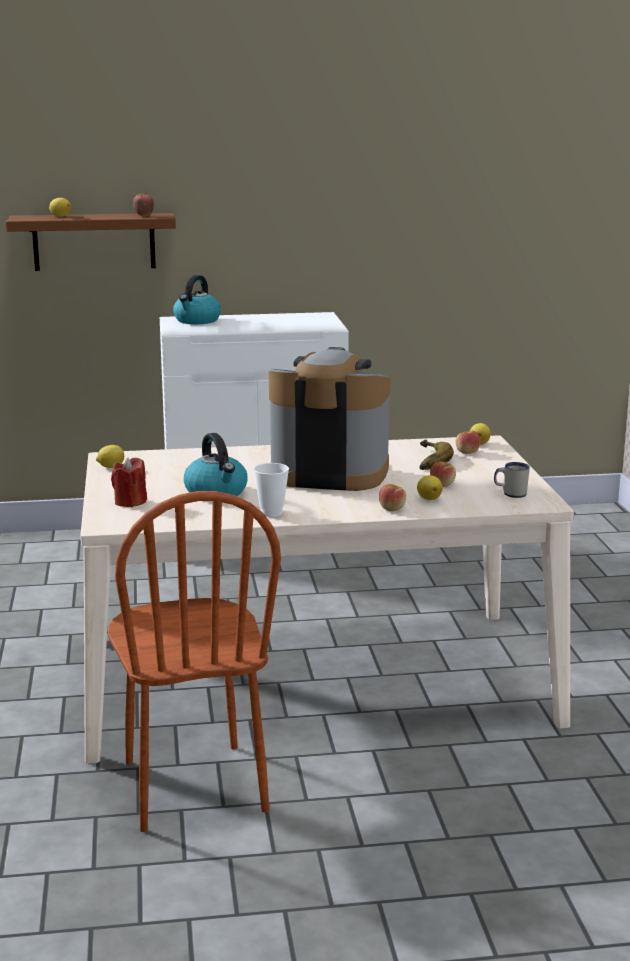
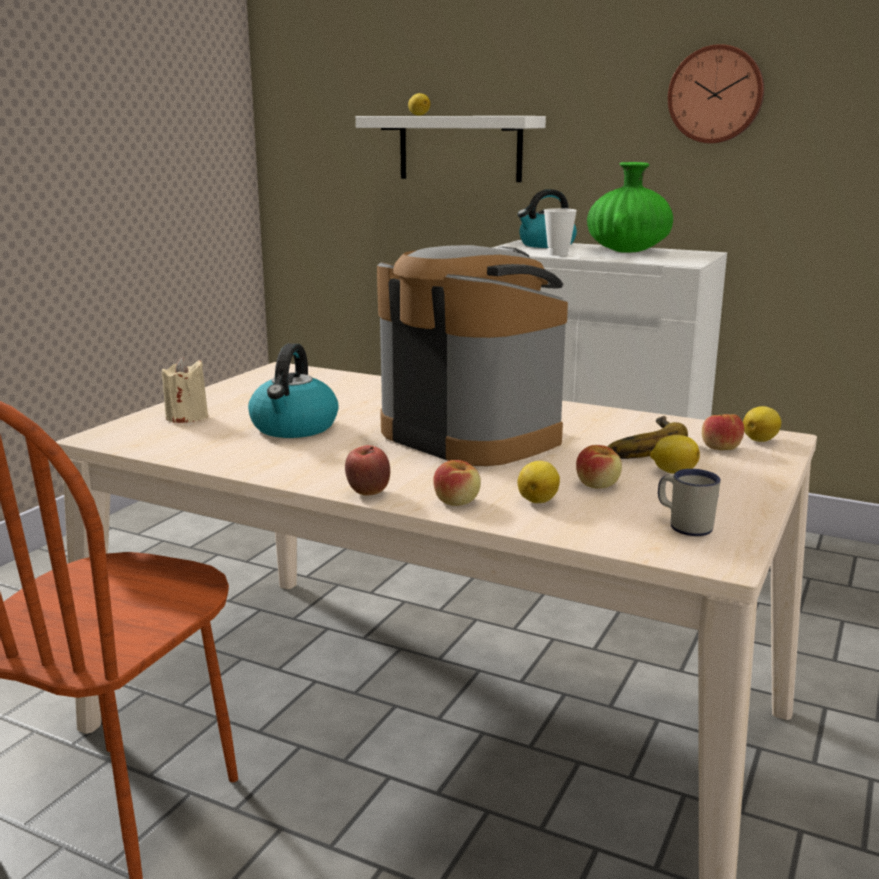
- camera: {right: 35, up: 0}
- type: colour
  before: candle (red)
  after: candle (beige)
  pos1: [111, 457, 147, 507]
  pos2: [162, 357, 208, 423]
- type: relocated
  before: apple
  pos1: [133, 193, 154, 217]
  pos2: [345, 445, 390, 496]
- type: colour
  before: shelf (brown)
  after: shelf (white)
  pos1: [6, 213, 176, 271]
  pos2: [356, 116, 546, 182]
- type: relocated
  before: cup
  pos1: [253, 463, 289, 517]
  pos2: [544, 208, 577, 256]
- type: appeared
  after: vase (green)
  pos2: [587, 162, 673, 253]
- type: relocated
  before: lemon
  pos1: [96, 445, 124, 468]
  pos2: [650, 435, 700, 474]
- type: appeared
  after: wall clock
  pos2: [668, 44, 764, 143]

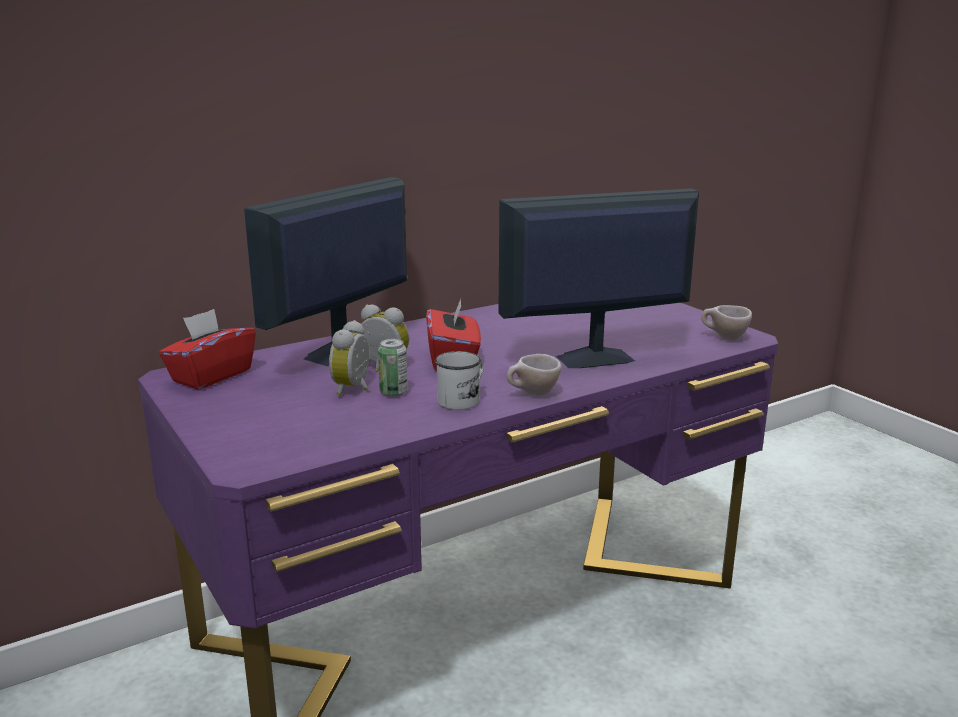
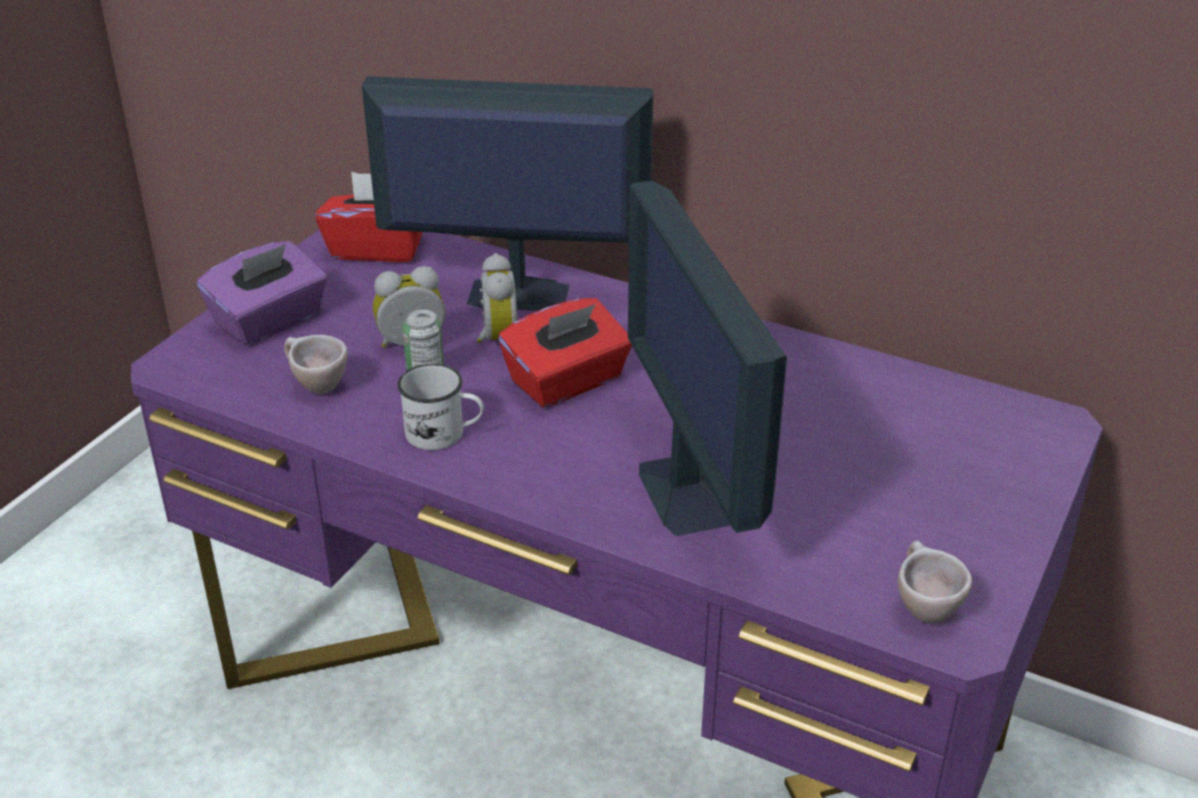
- camera: {right: 60, up: 15}
- type: appeared
  after: tissue box (purple)
  pos2: [197, 241, 327, 346]
- type: relocated
  before: cup (beige)
  pos1: [506, 354, 561, 396]
  pos2: [284, 335, 348, 394]
- type: spun
  before: monitor
  pos1: [498, 189, 699, 368]
  pos2: [628, 180, 787, 536]
  turn: -150

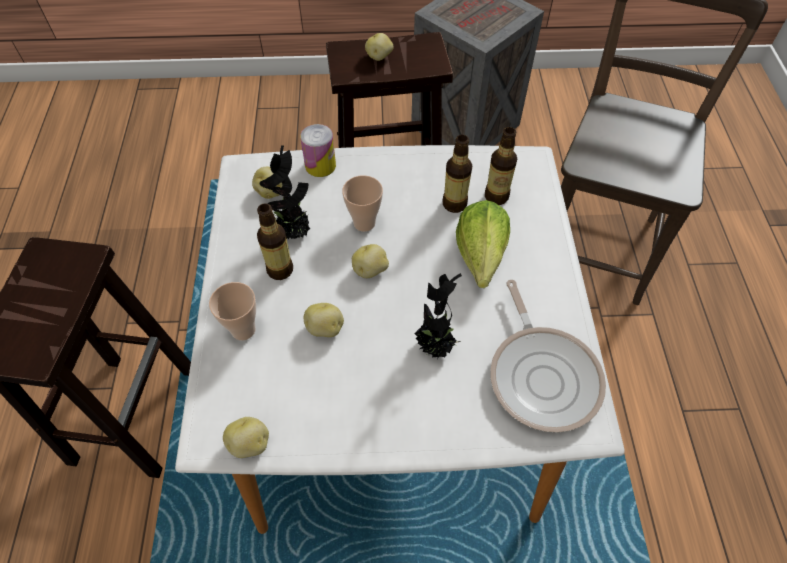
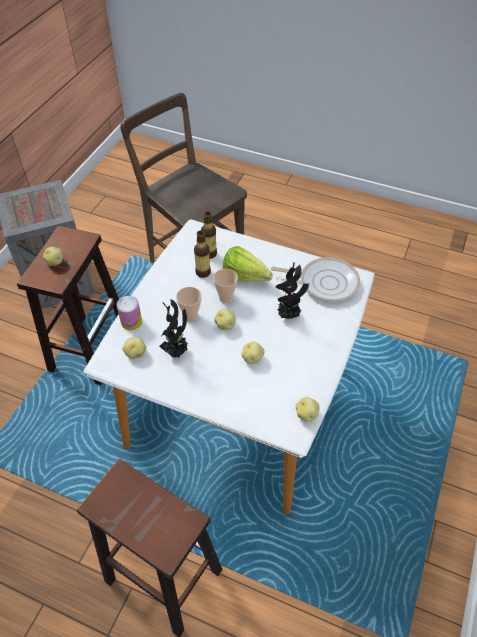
- camera: {right: -65, up: -5}
- type: relocated
  before: cup
  pos1: [209, 282, 256, 340]
  pos2: [213, 269, 238, 303]
- type: missing
  before: bottle
  pos1: [257, 203, 293, 280]

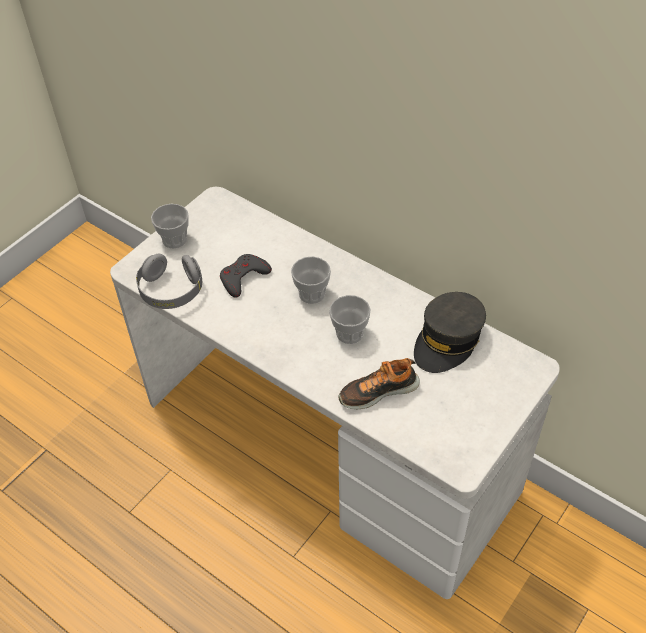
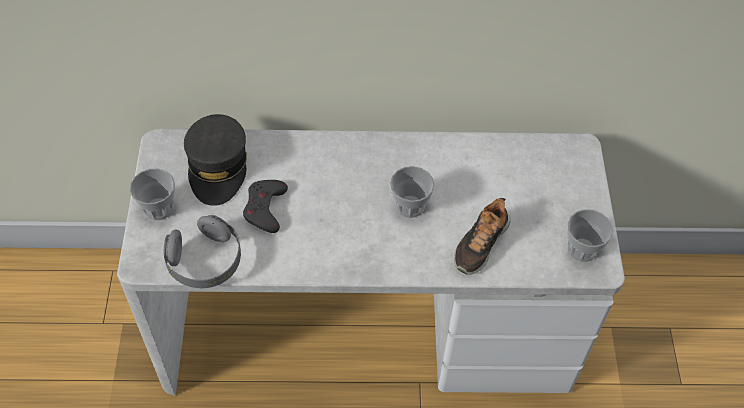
- camera: {right: -40, up: 5}
- type: relocated
  before: cap (grey)
  pos1: [414, 292, 486, 373]
  pos2: [184, 114, 247, 206]
- type: relocated
  before: cup
  pos1: [291, 256, 331, 304]
  pos2: [567, 209, 613, 262]

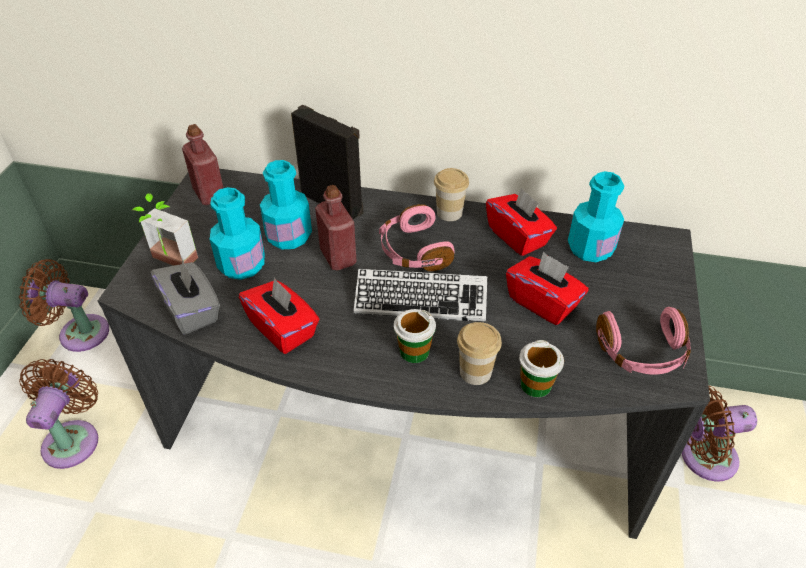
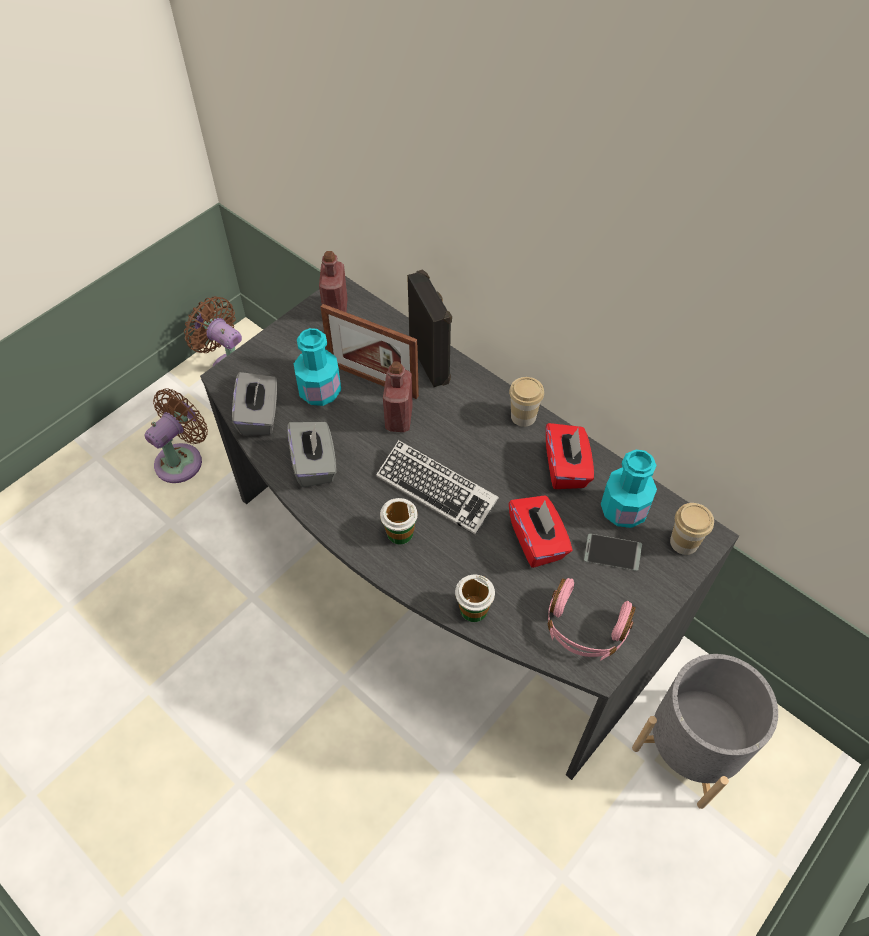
- camera: {right: 30, up: 10}
- type: colour
  before: tissue box (red)
  after: tissue box (grey)
  pos1: [239, 277, 320, 354]
  pos2: [287, 422, 336, 487]
- type: exchanged
  before: bottle (turquoise)
  after: picture frame
  pos1: [260, 160, 312, 249]
  pos2: [321, 304, 419, 399]
- type: appeared
  after: phone
  pos2: [584, 534, 642, 571]
- type: exchanged
  before: fan (brown)
  after: planter (grey)
  pos1: [682, 386, 757, 481]
  pos2: [632, 654, 778, 809]
- type: relocated
  before: cup
  pos1: [457, 322, 502, 385]
  pos2: [670, 503, 714, 555]
- type: missing
  before: potted plant
  pos1: [132, 193, 198, 266]
- type: missing
  before: headphones (pink)
  pos1: [379, 204, 455, 271]

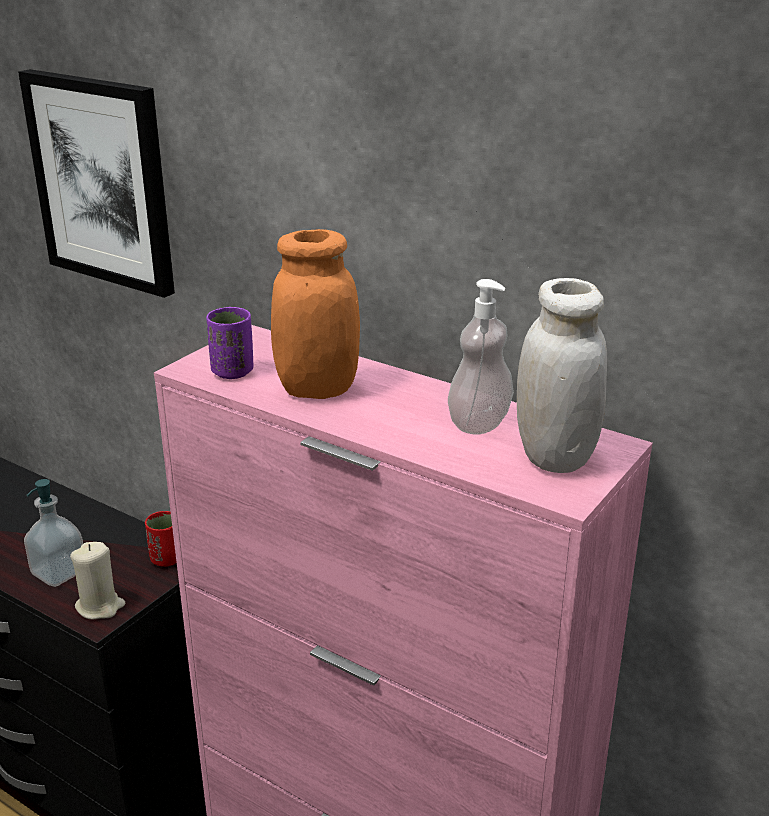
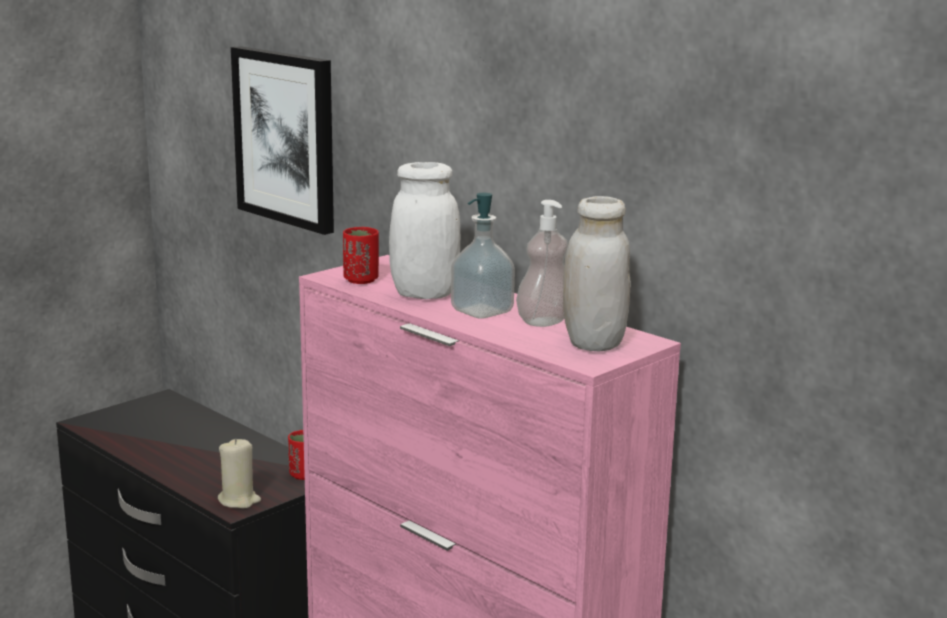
- camera: {right: 10, up: -10}
- type: colour
  before: cup (purple)
  after: cup (red)
  pos1: [206, 307, 253, 379]
  pos2: [343, 227, 379, 284]
- type: colour
  before: jar (orange)
  after: jar (white)
  pos1: [271, 229, 360, 399]
  pos2: [389, 162, 460, 299]
- type: relocated
  before: soap dispenser
  pos1: [24, 479, 83, 587]
  pos2: [451, 193, 515, 319]

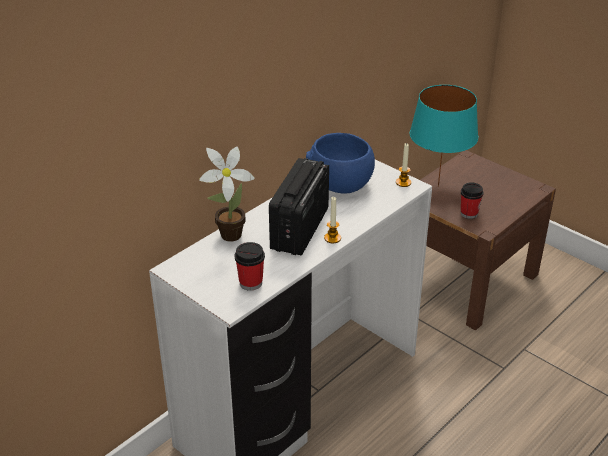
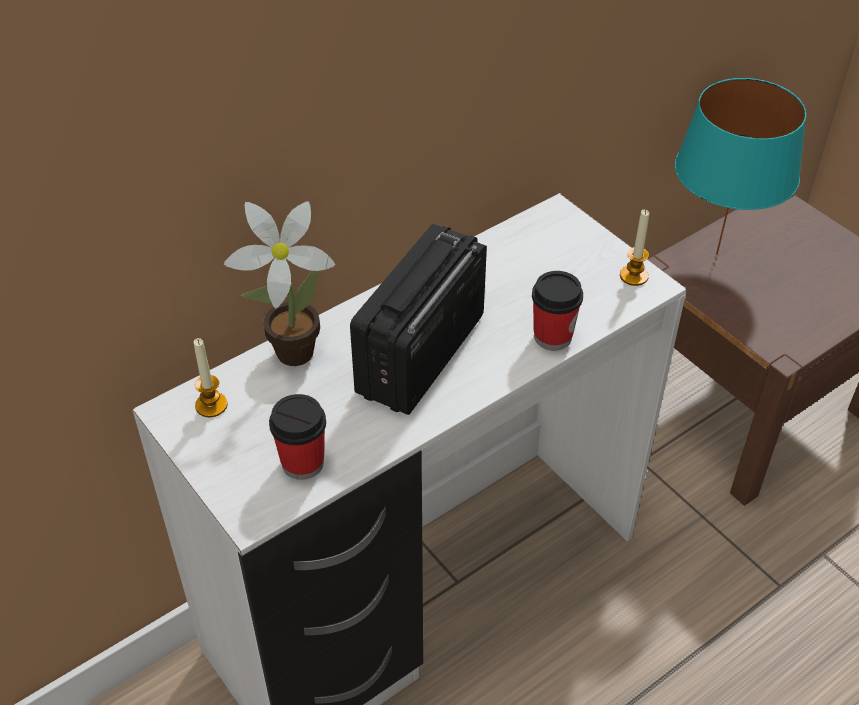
- camera: {right: 10, up: 10}
- type: relocated
  before: candle
  pos1: [324, 197, 341, 243]
  pos2: [194, 338, 227, 417]
- type: relocated
  before: cup
  pos1: [461, 182, 484, 219]
  pos2: [532, 271, 583, 351]
- type: missing
  before: bowl (blue)
  pos1: [306, 133, 375, 194]

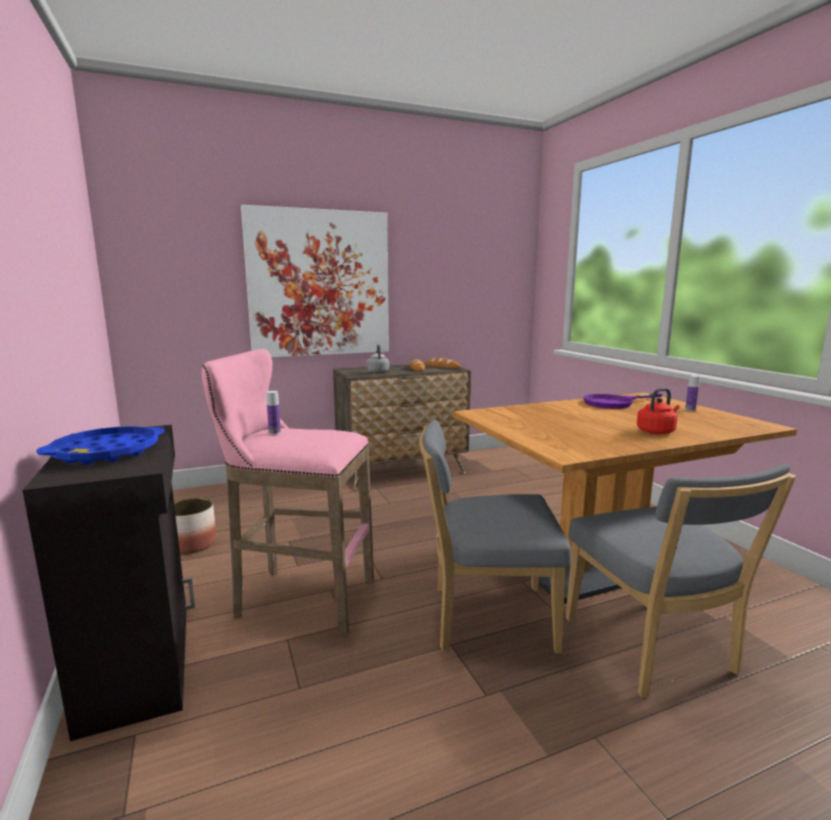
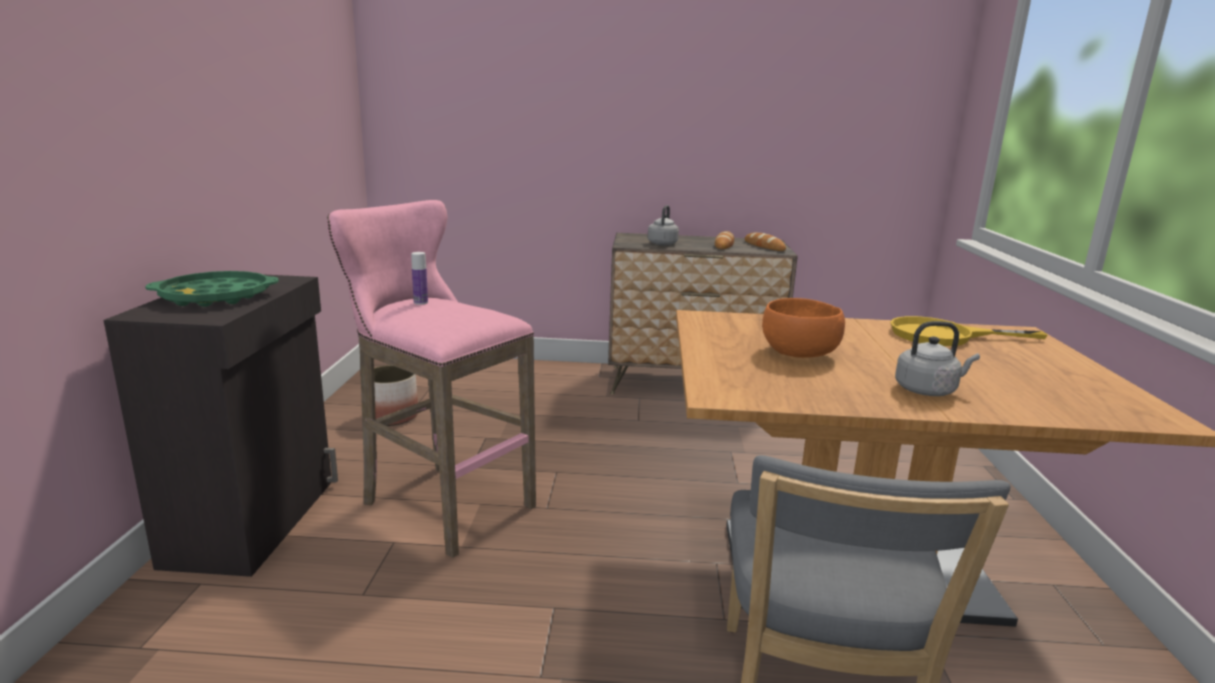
- camera: {right: 25, up: 5}
- type: colour
  before: tray (blue)
  after: tray (green)
  pos1: [36, 426, 165, 465]
  pos2: [145, 271, 279, 307]
- type: appeared
  after: bowl (orange)
  pos2: [762, 298, 845, 358]
- type: colour
  before: frying pan (purple)
  after: frying pan (yellow)
  pos1: [583, 393, 662, 409]
  pos2: [890, 316, 1048, 346]
- type: colour
  before: kettle (red)
  after: kettle (grey)
  pos1: [637, 388, 680, 434]
  pos2: [895, 321, 980, 396]
- type: missing
  before: picture
  pos1: [241, 205, 389, 357]
- type: missing
  before: chair (grey)
  pos1: [419, 419, 571, 654]
- type: missing
  before: bottle
  pos1: [685, 375, 700, 411]

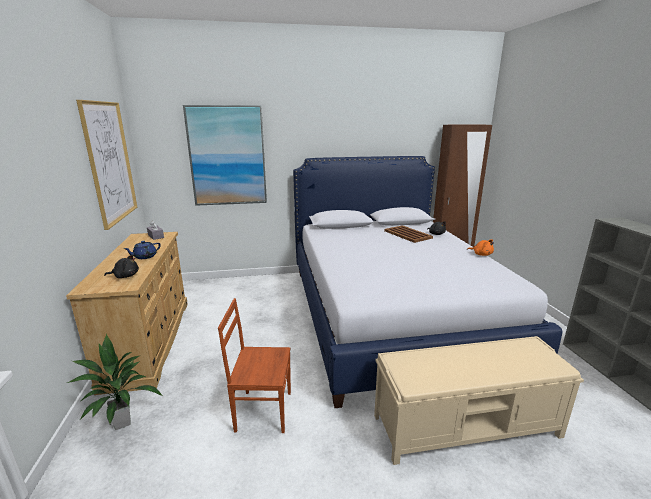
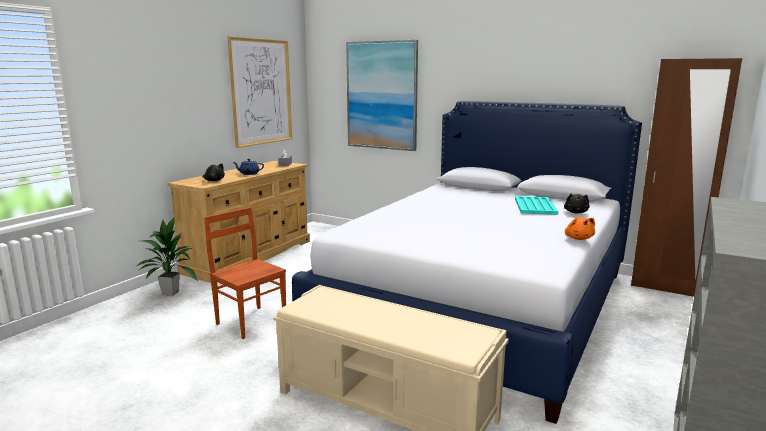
- camera: {right: 40, up: -5}
- type: colour
  before: tray (brown)
  after: tray (turquoise)
  pos1: [384, 225, 433, 243]
  pos2: [515, 196, 558, 215]

